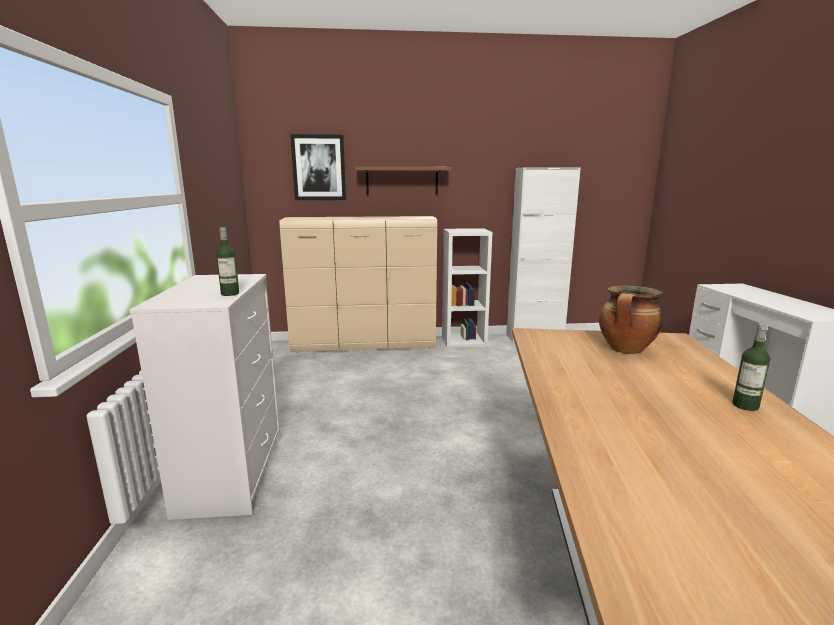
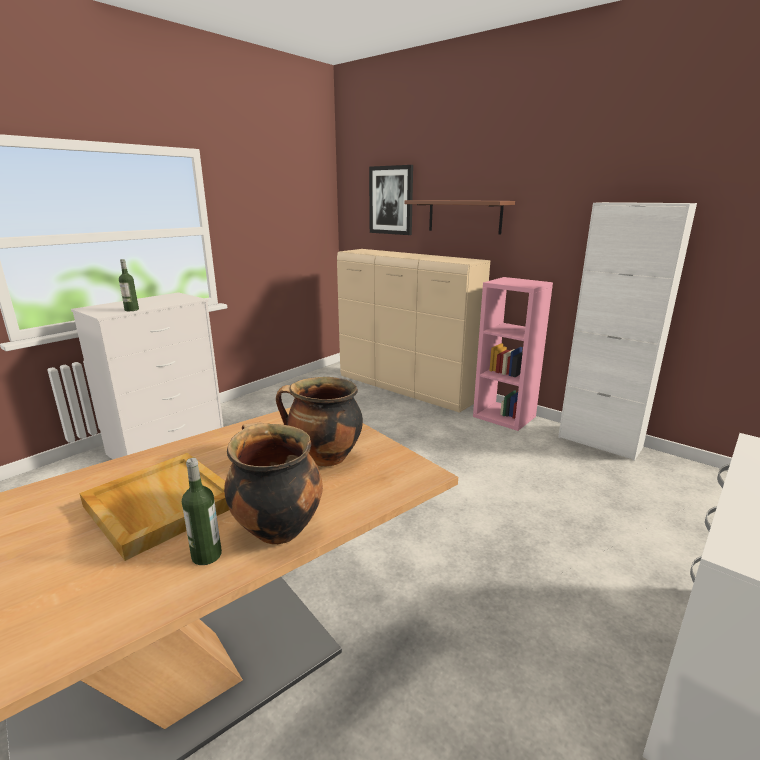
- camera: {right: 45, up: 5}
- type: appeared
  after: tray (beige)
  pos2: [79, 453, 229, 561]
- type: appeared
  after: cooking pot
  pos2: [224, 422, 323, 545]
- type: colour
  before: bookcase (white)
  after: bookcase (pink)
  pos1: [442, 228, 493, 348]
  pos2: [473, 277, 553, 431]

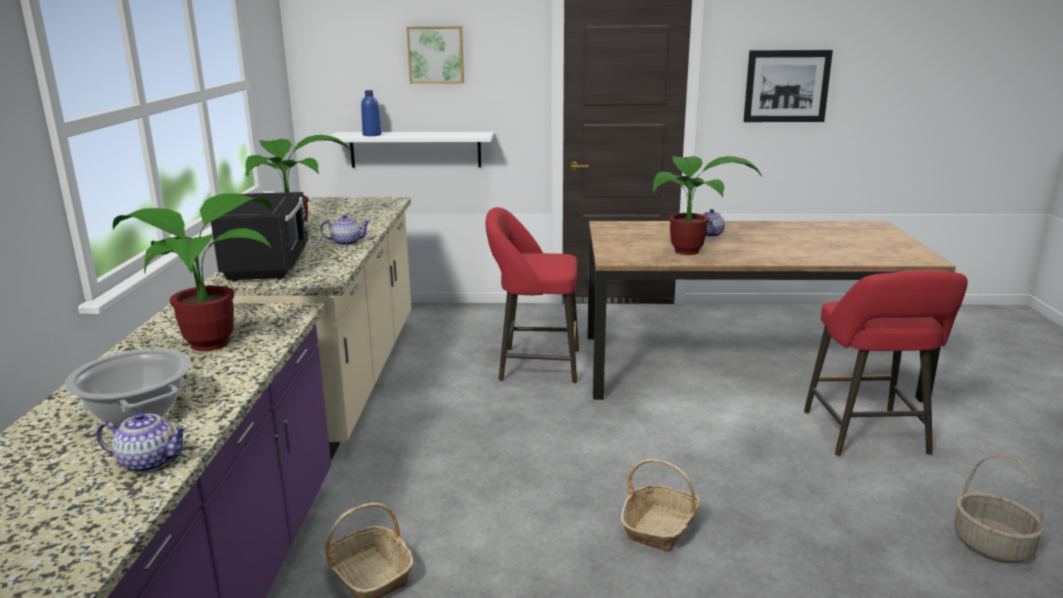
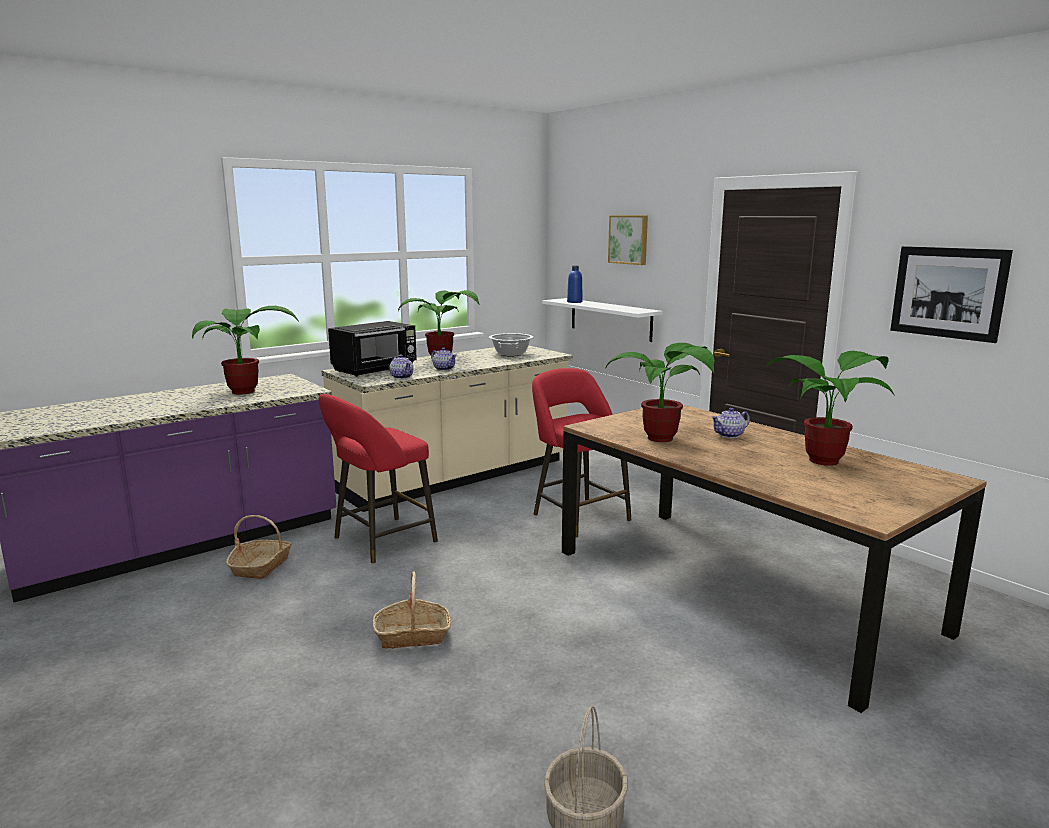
- camera: {right: 50, up: -5}
- type: relocated
  before: stool (red)
  pos1: [804, 271, 968, 457]
  pos2: [319, 394, 438, 564]
- type: relocated
  before: teapot
  pos1: [96, 412, 189, 473]
  pos2: [389, 355, 413, 379]
- type: relocated
  before: cooking pot
  pos1: [65, 348, 191, 426]
  pos2: [489, 333, 533, 356]
- type: appeared
  after: potted plant
  pos2: [766, 351, 895, 466]

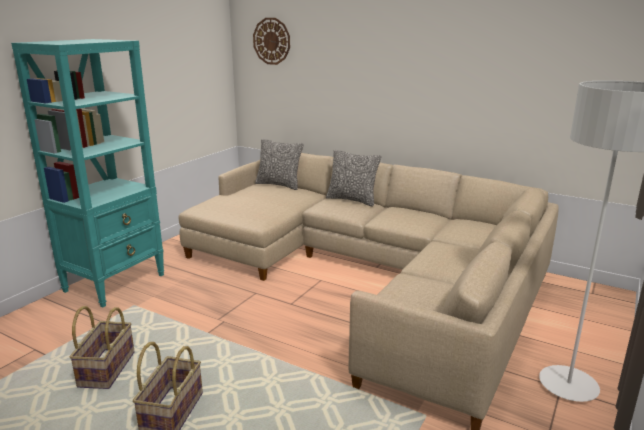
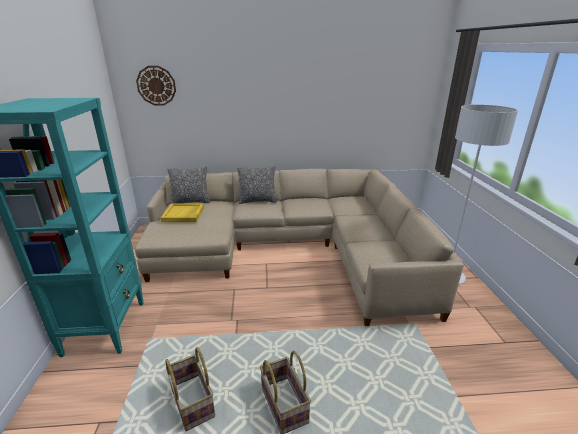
- camera: {right: -35, up: 5}
- type: appeared
  after: tray (yellow)
  pos2: [161, 203, 204, 222]

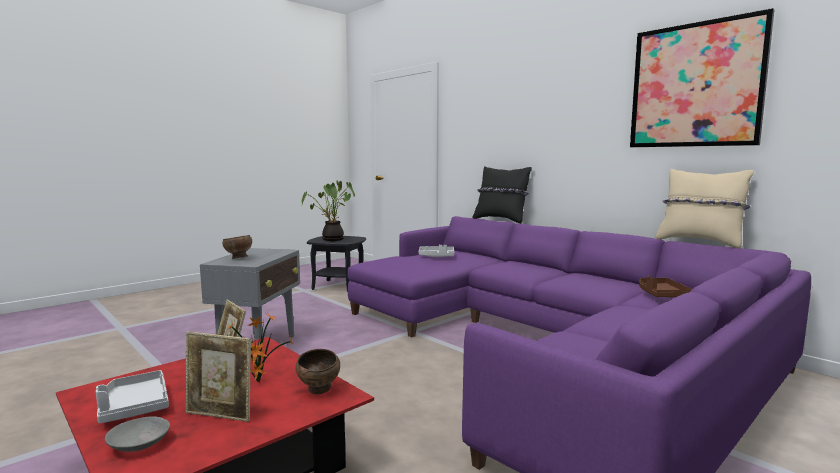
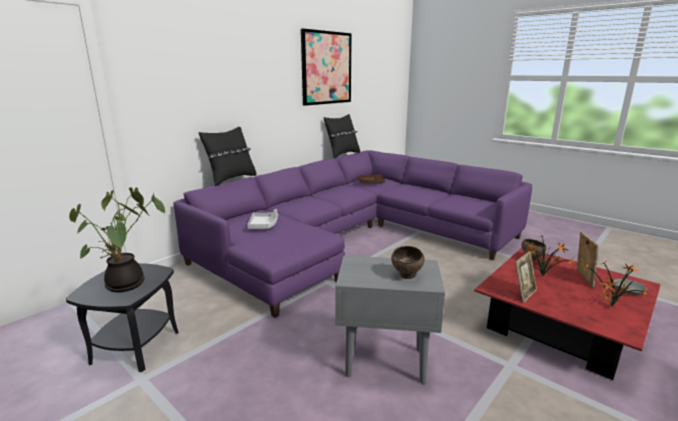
- camera: {right: -95, up: 10}
- type: colour
  before: pillow (beige)
  after: pillow (black)
  pos1: [655, 169, 754, 249]
  pos2: [324, 114, 360, 158]
- type: exchanged
  before: tray (grey)
  after: potted plant
  pos1: [96, 370, 169, 423]
  pos2: [583, 260, 648, 306]

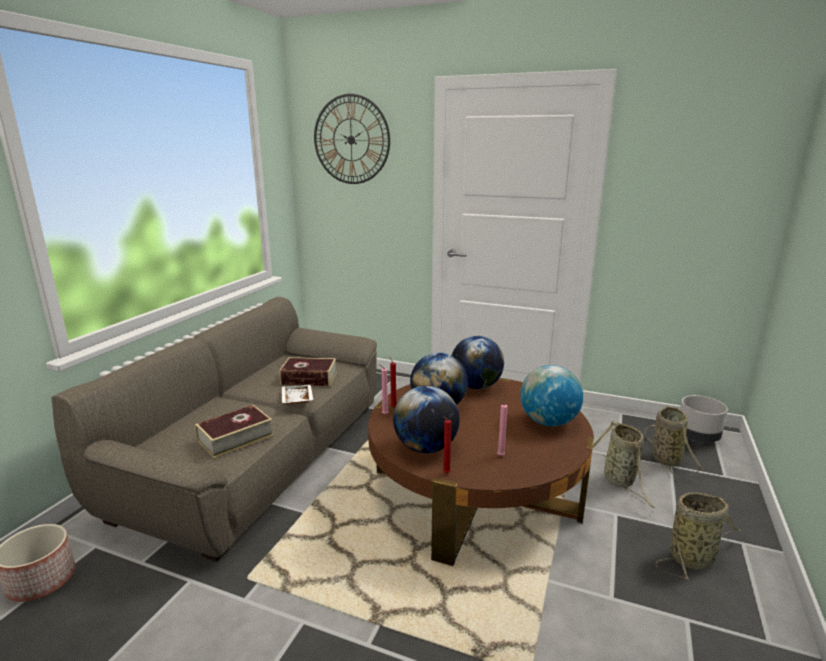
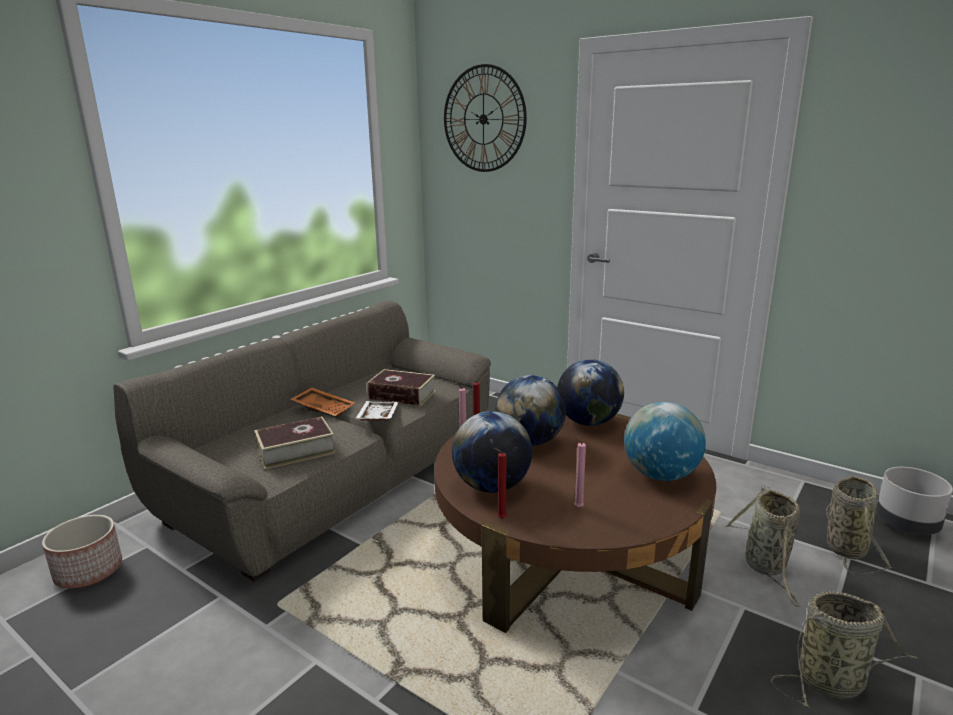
- camera: {right: 15, up: 0}
- type: appeared
  after: tray (orange)
  pos2: [291, 387, 355, 416]

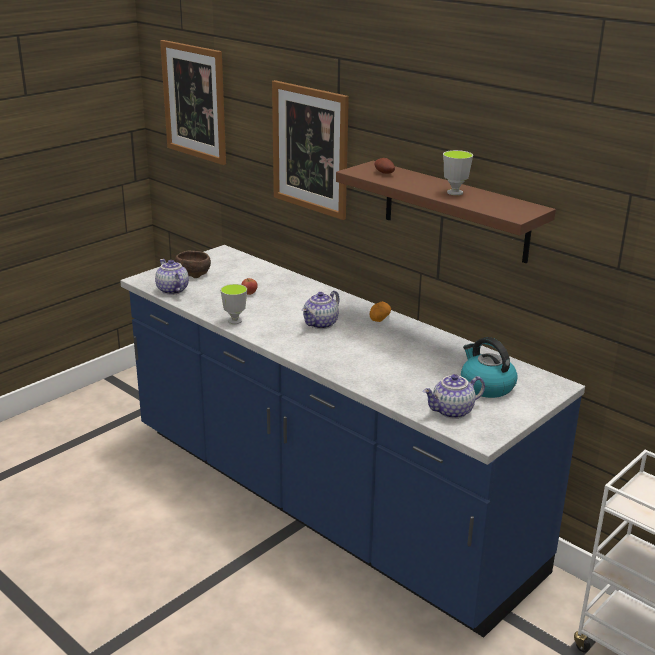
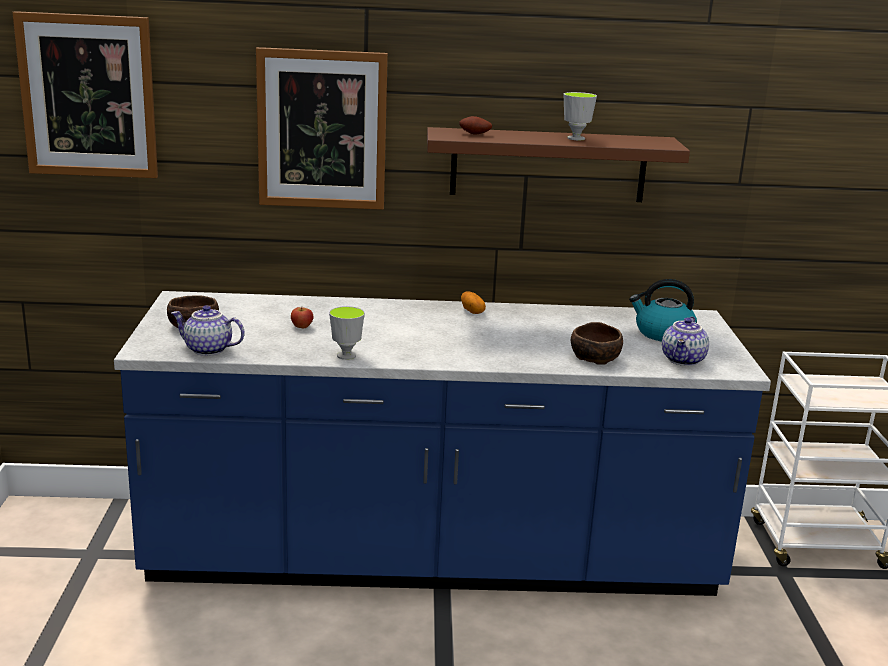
- camera: {right: -45, up: -5}
- type: appeared
  after: bowl (brown)
  pos2: [571, 322, 623, 365]
- type: missing
  before: teapot
  pos1: [302, 291, 339, 329]

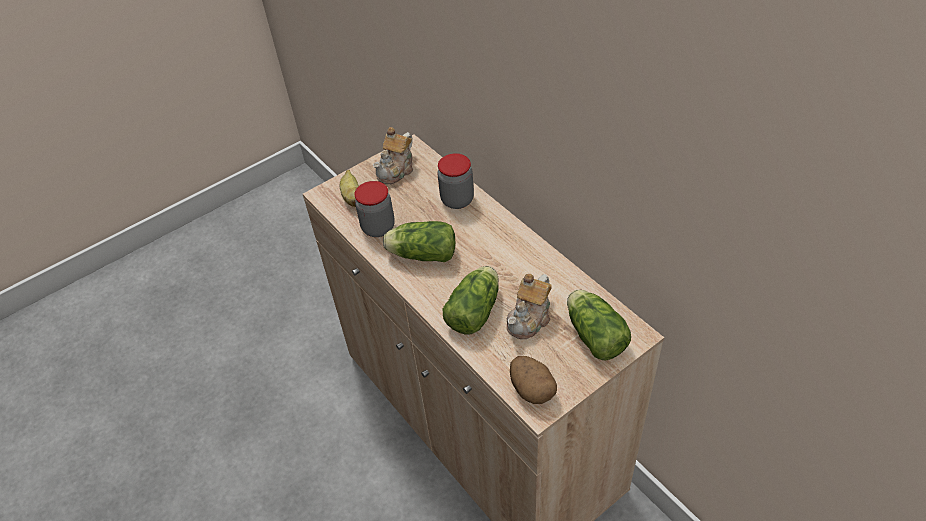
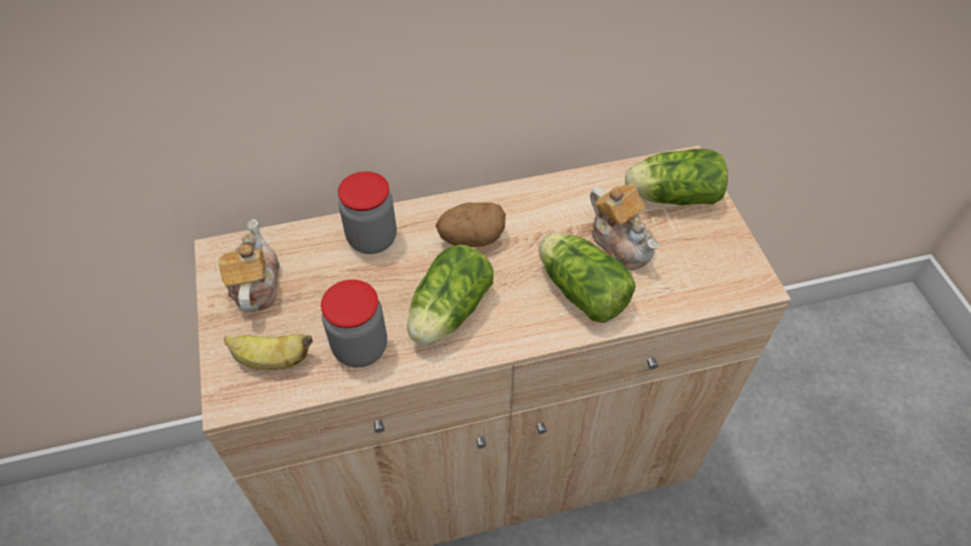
- camera: {right: -70, up: 5}
- type: spun
  before: teapot
  pos1: [373, 127, 413, 184]
  pos2: [219, 219, 280, 312]
  turn: -150
- type: relocated
  before: potato
  pos1: [510, 356, 557, 404]
  pos2: [436, 202, 506, 247]

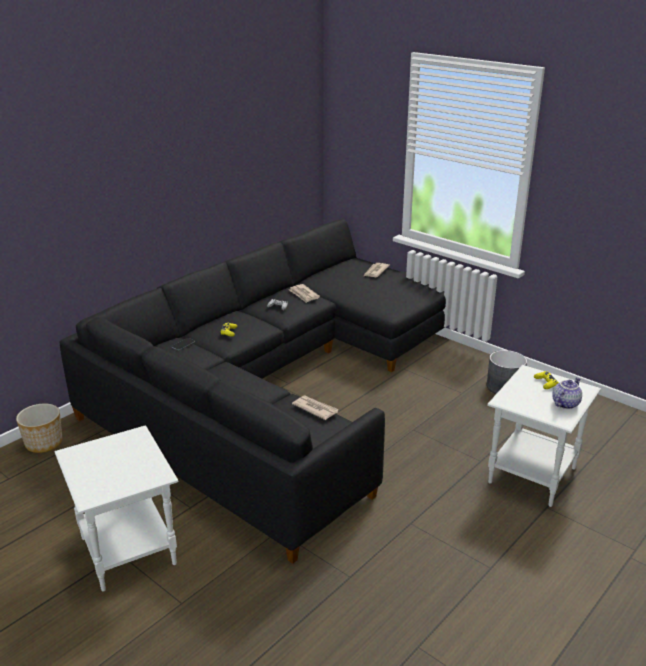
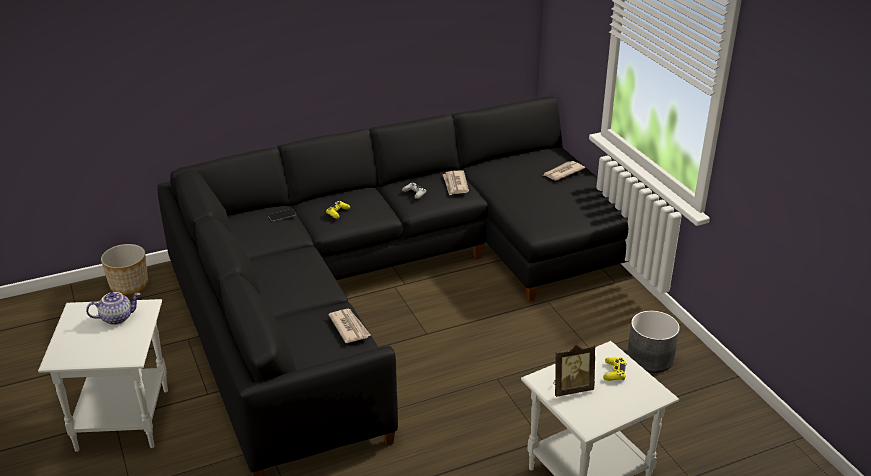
- camera: {right: 25, up: 5}
- type: relocated
  before: teapot
  pos1: [552, 377, 582, 409]
  pos2: [86, 292, 140, 325]
- type: appeared
  after: picture frame
  pos2: [553, 345, 596, 397]

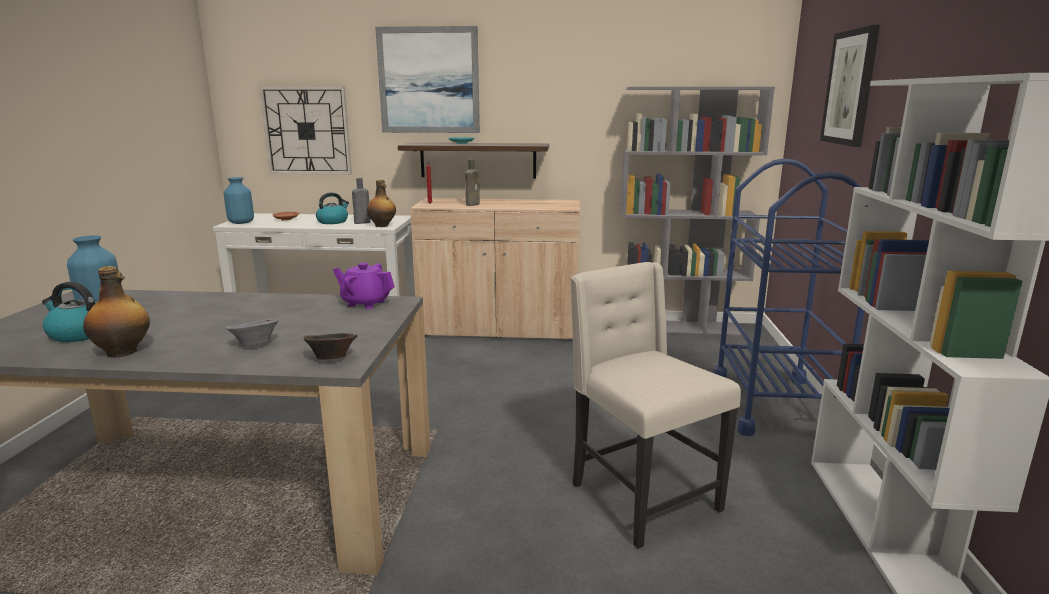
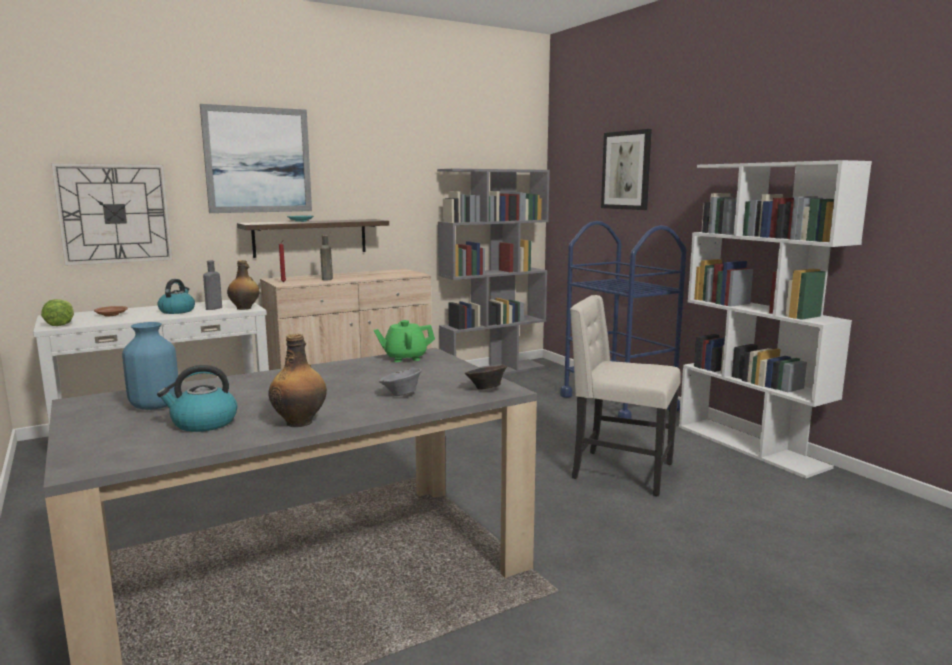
- camera: {right: -35, up: -5}
- type: exchanged
  before: vase (blue)
  after: lettuce
  pos1: [224, 177, 254, 224]
  pos2: [41, 299, 74, 326]
- type: colour
  before: teapot (purple)
  after: teapot (green)
  pos1: [333, 262, 395, 309]
  pos2: [374, 320, 435, 362]

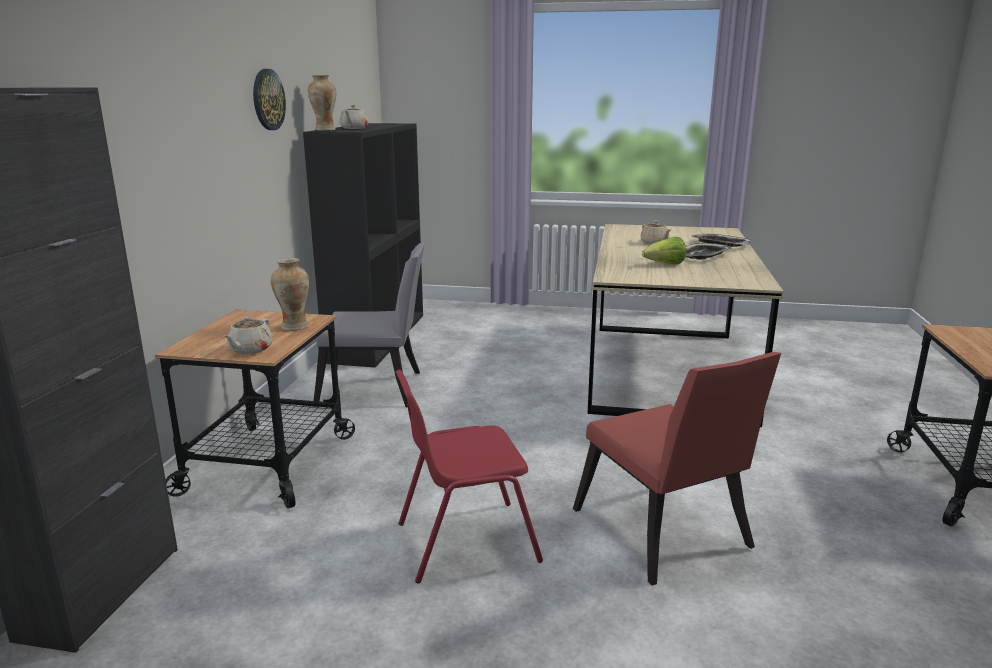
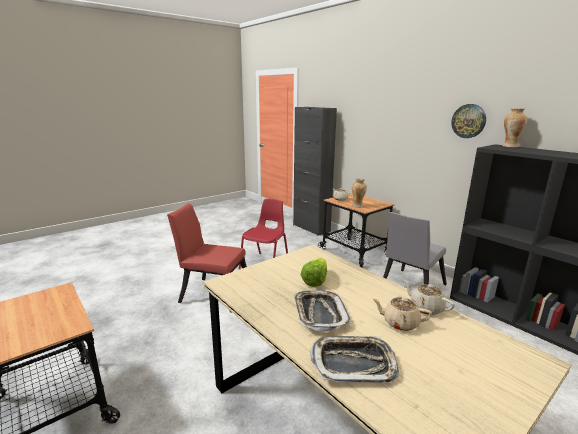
- camera: {right: 130, up: 0}
- type: relocated
  before: teapot (beige)
  pos1: [339, 105, 369, 129]
  pos2: [404, 280, 455, 315]

